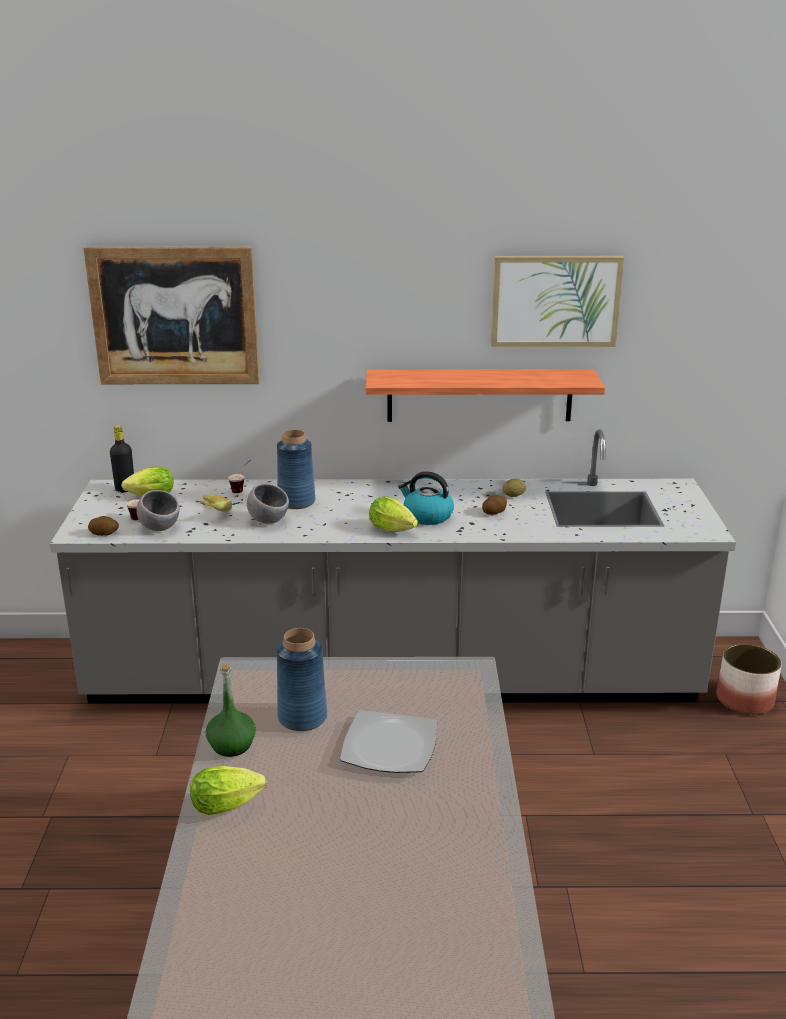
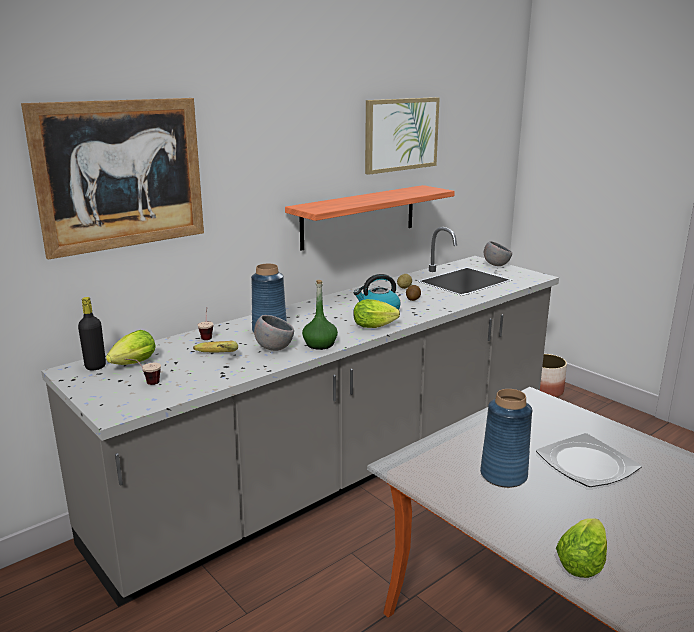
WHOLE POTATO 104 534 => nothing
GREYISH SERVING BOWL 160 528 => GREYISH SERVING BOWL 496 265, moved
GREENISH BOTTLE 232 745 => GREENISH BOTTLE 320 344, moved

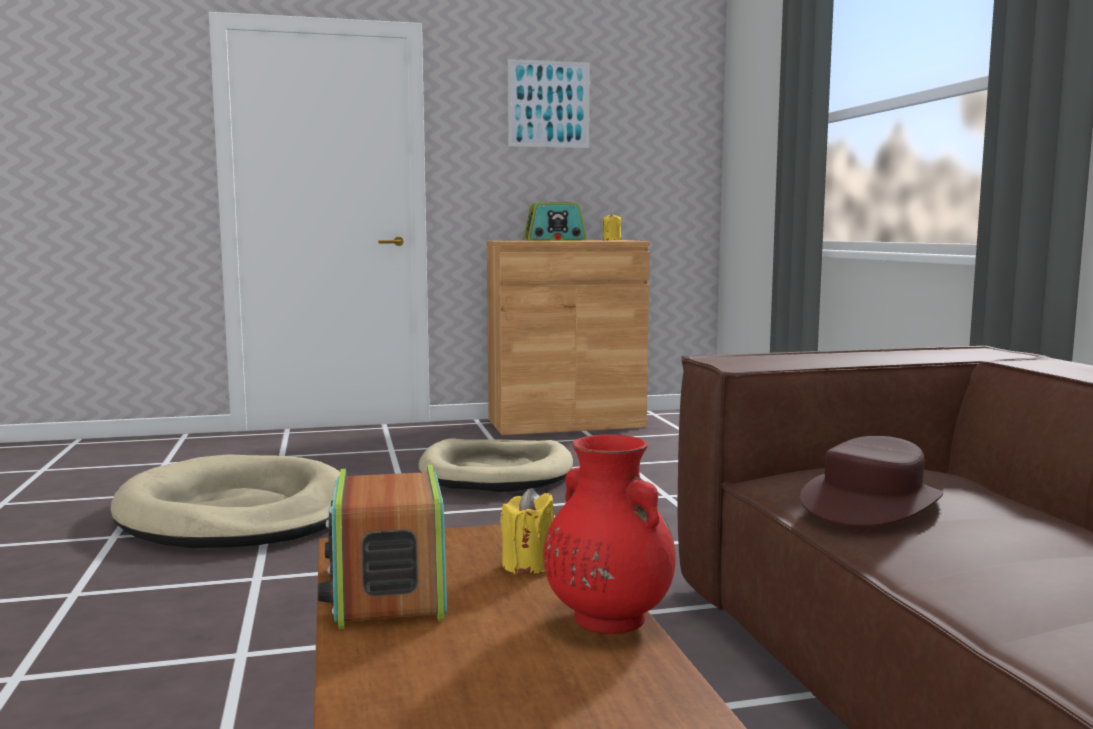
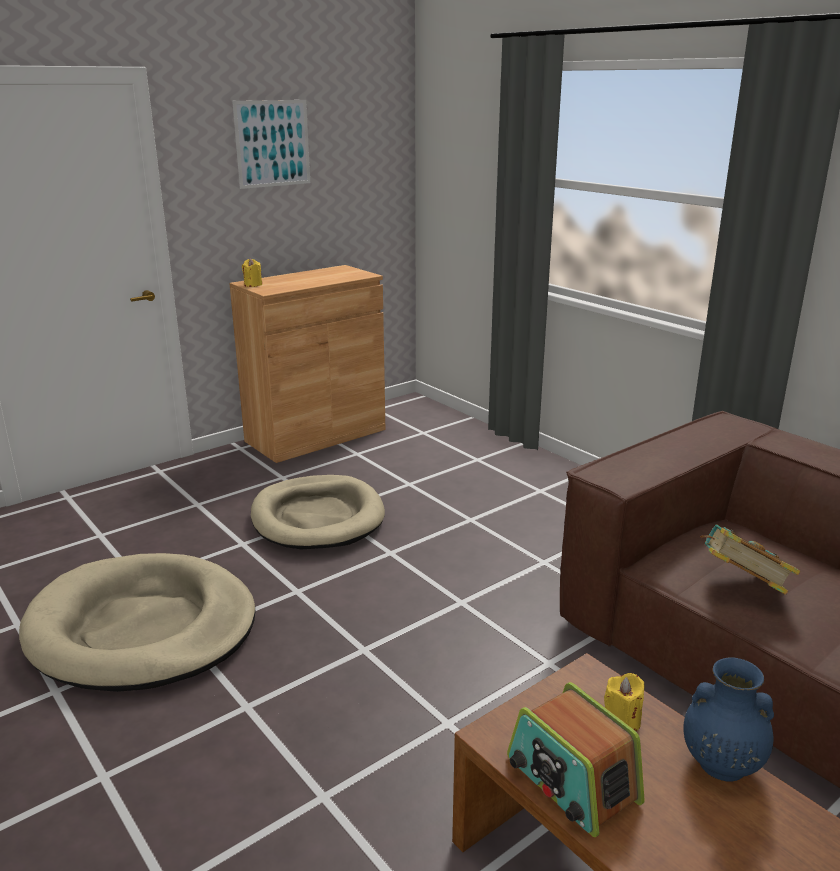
RADIO RECEIVER 554 240 => nothing
RED DECORATIVE VASE 607 617 => BLUE-COLOURED DECORATIVE VASE 720 764
YELLOW WAX LIGHT 611 240 => YELLOW WAX LIGHT 253 285, moved
BROWN-COLOURED WEARABLE HAT 872 503 => VOLUME 741 585

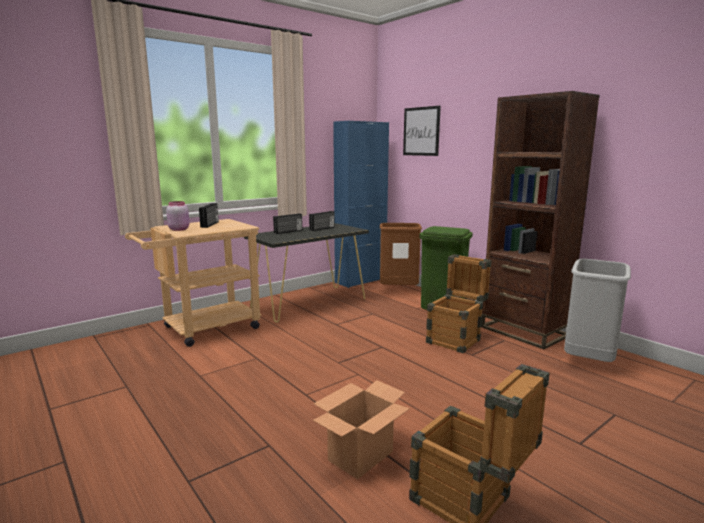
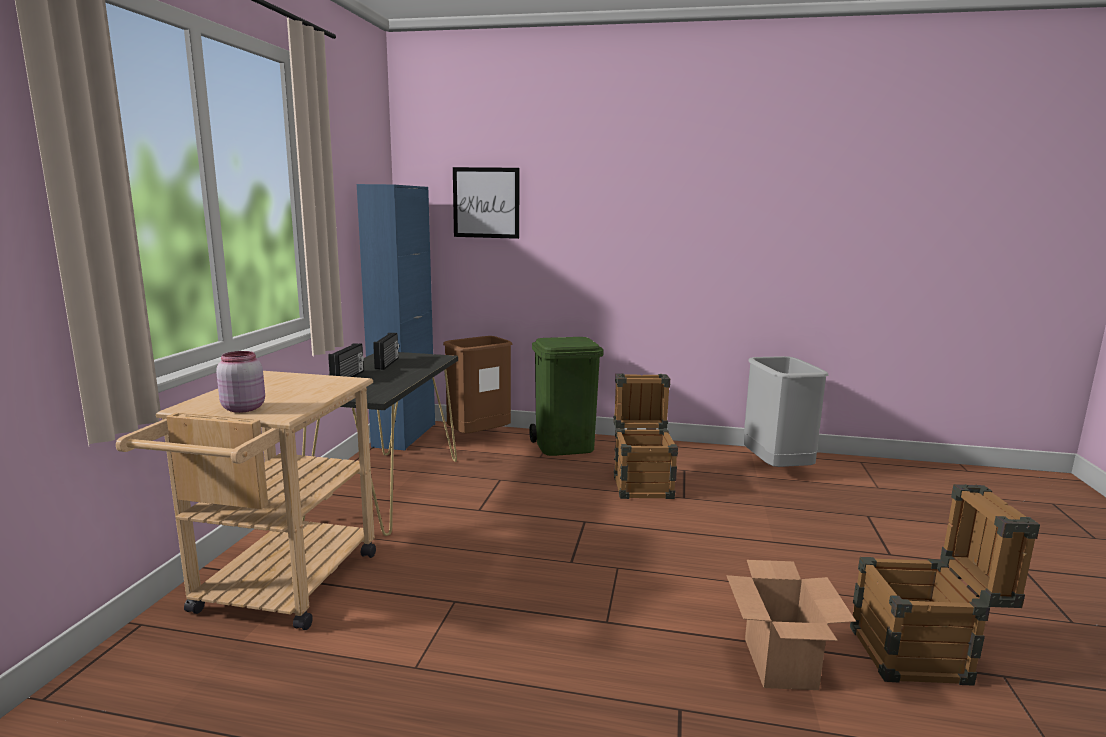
RADIO RECEIVER 210 224 => nothing
BROWN-COLOURED BOOKCASE 523 331 => nothing

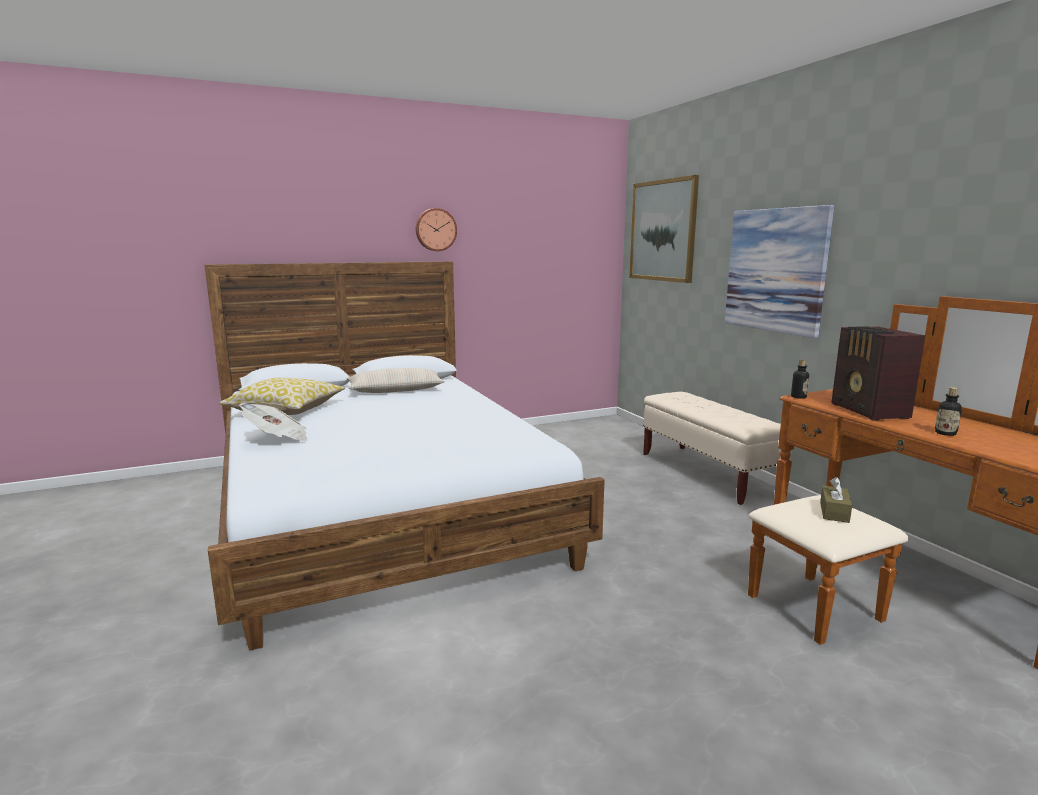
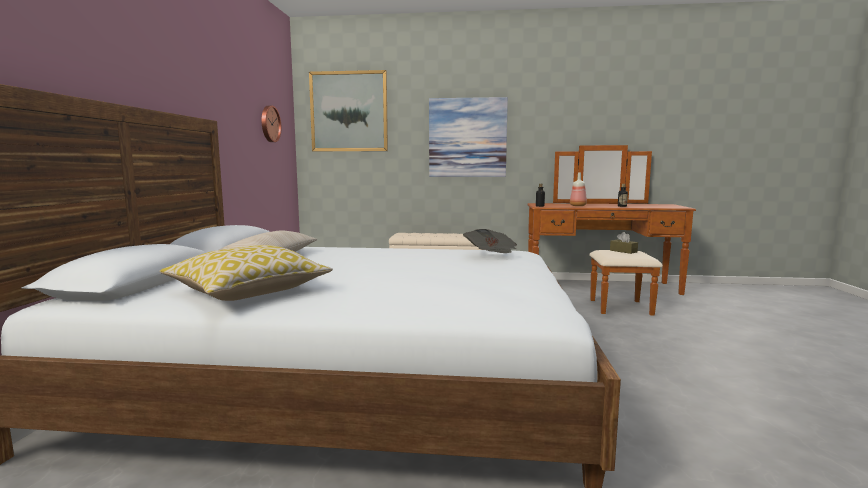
PRINTED PAPER 277 438 => PRINTED PAPER 491 257, moved
WALL CLOCK 435 229 => WALL CLOCK 269 124, moved
RADIO RECEIVER 869 411 => BOTTLE 578 206

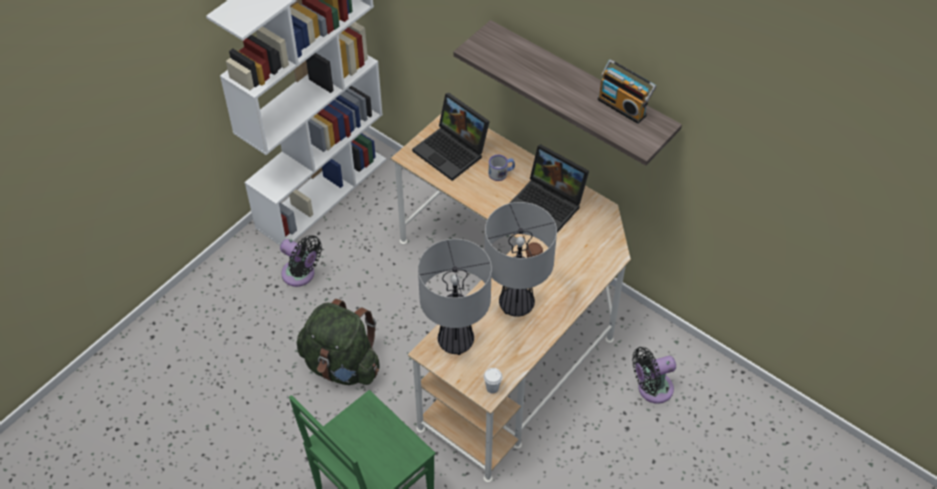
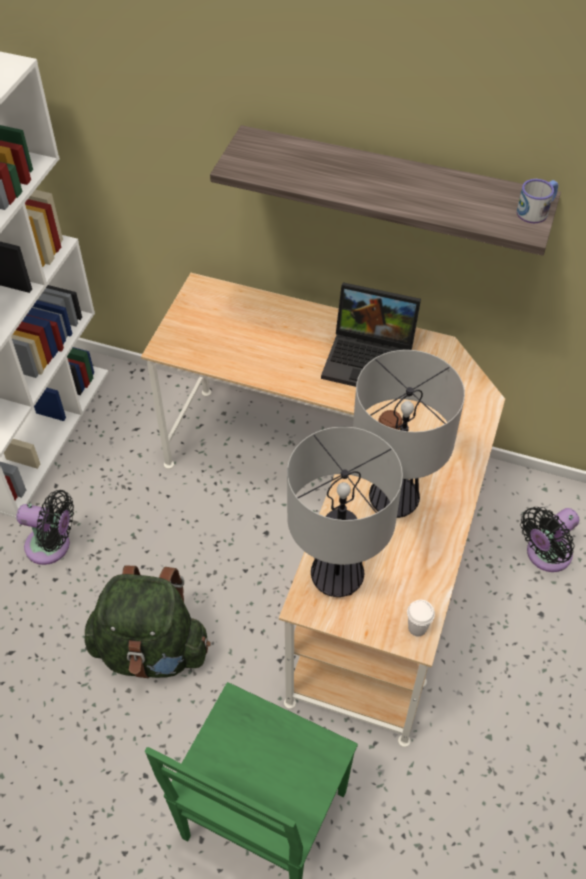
PORTABLE COMPUTER 453 151 => nothing
COFFEE MUG 501 173 => COFFEE MUG 536 210, moved
RADIO RECEIVER 623 106 => nothing

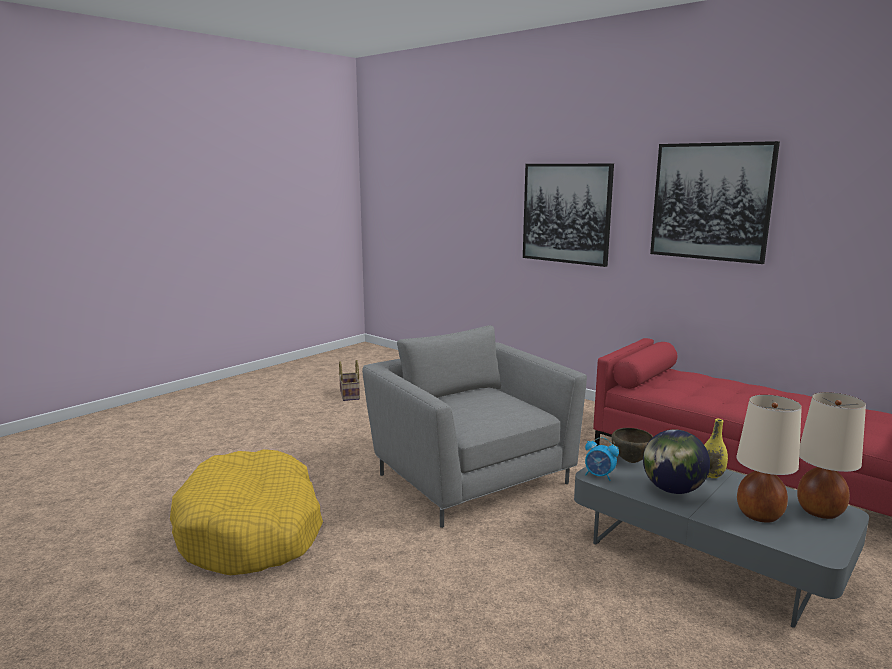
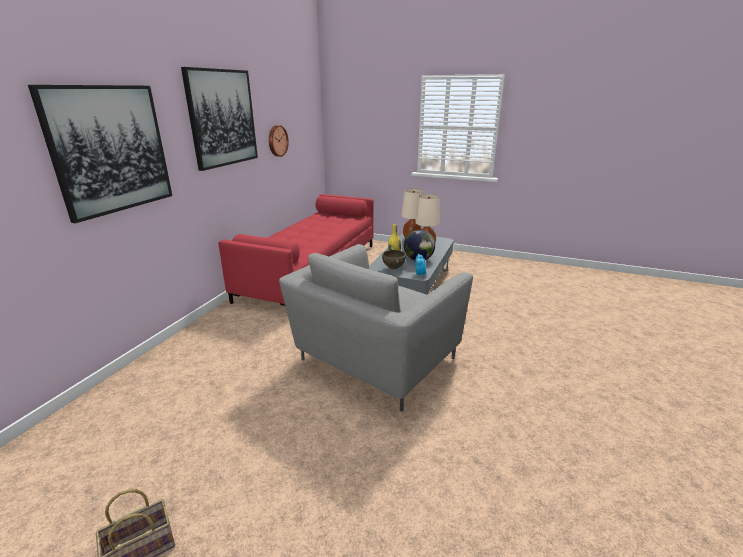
YELLOW PET BED 251 530 => nothing
nothing => WALL CLOCK 277 141

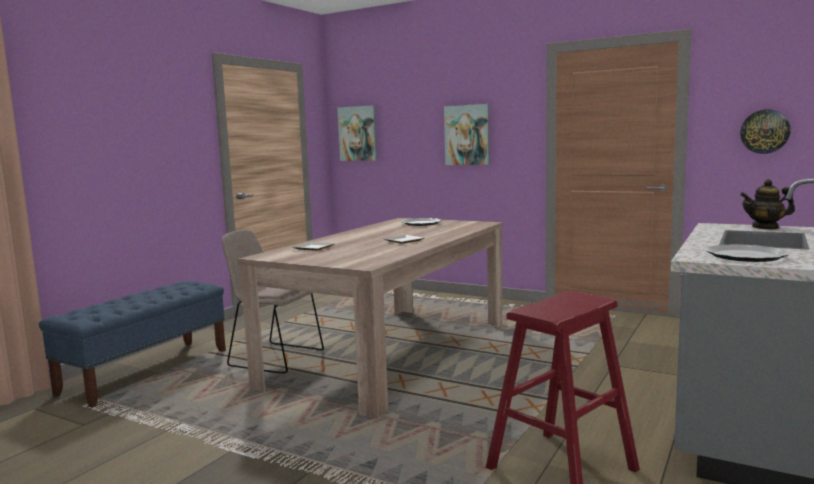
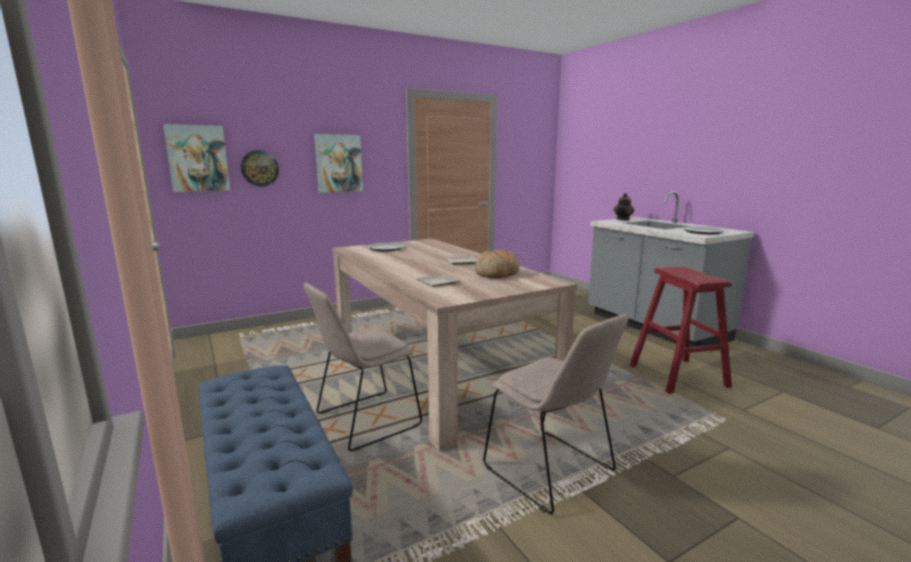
WALL CLOCK 764 131 => WALL CLOCK 259 168, moved
nothing => BAKED BREAD 497 274
nothing => BEIGE PLAIN CHAIR 551 471

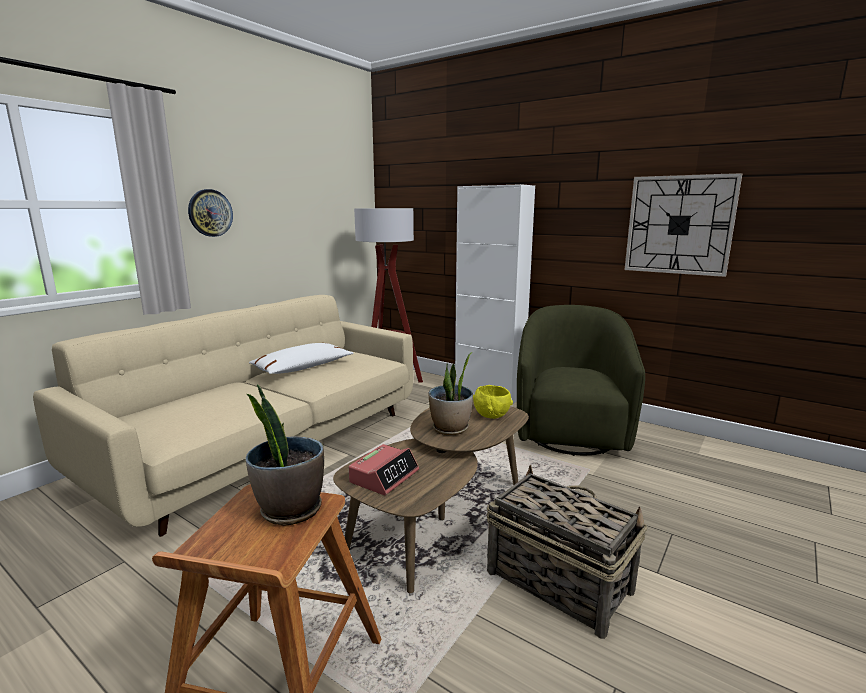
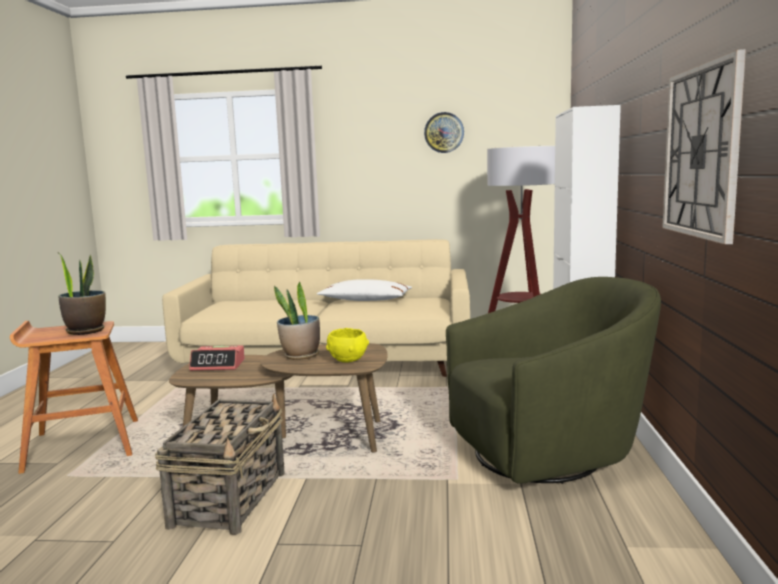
WALL CLOCK 210 213 => WALL CLOCK 444 132, moved

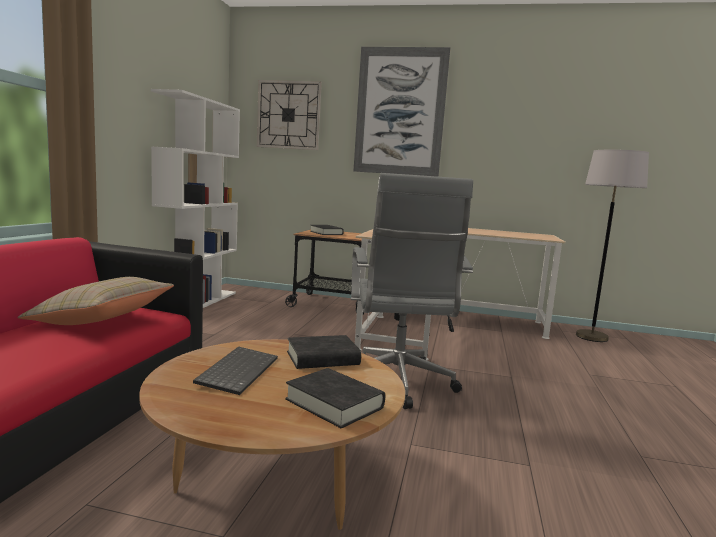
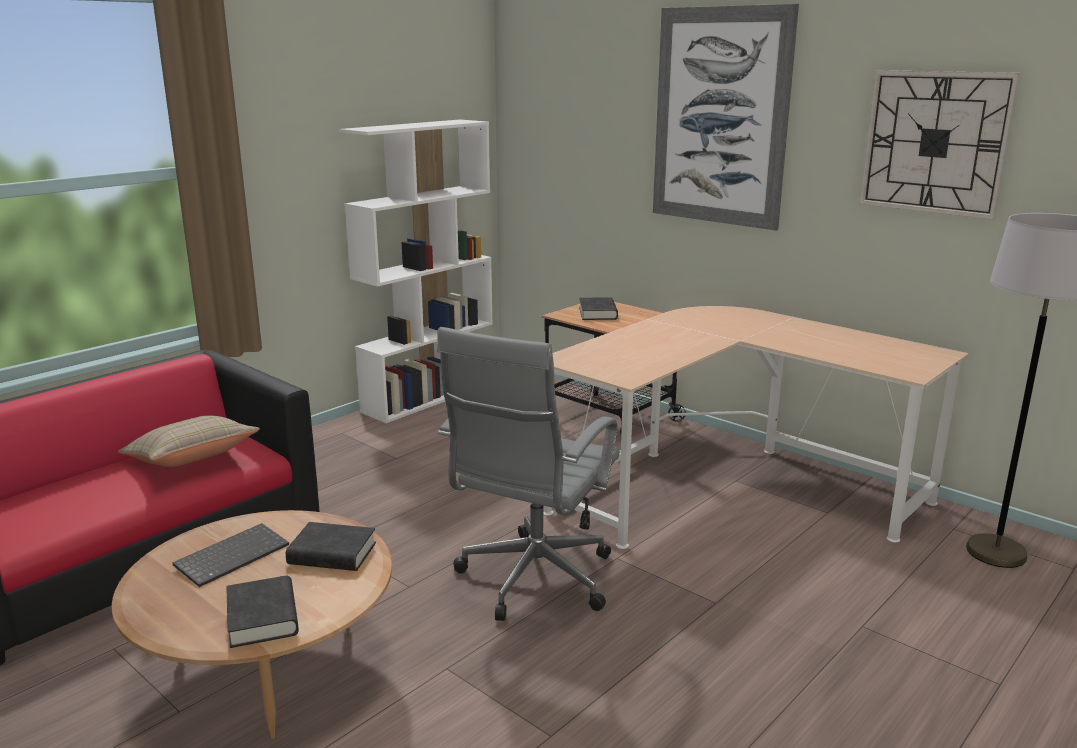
WALL CLOCK 288 115 => WALL CLOCK 935 142, moved

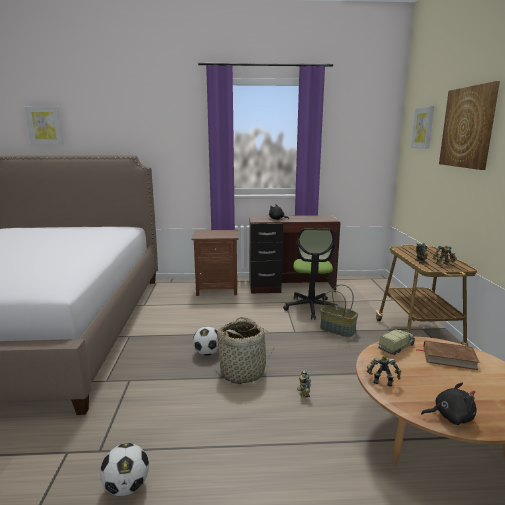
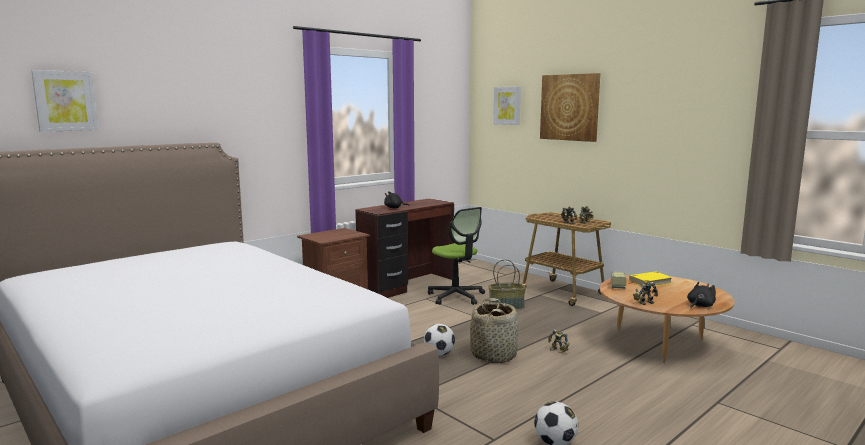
BROWN-COLOURED VOLUME 448 357 => YELLOW VOLUME 649 282

